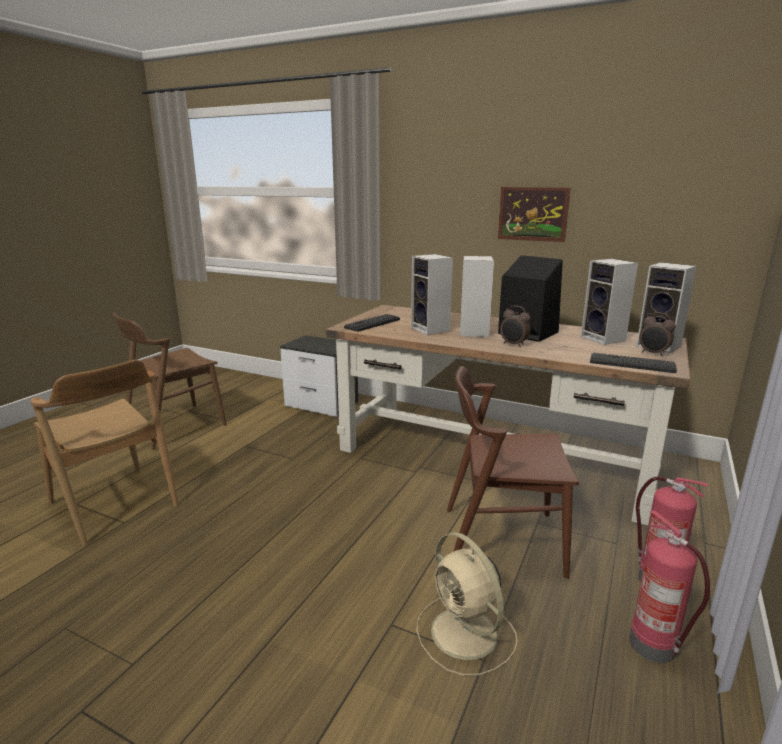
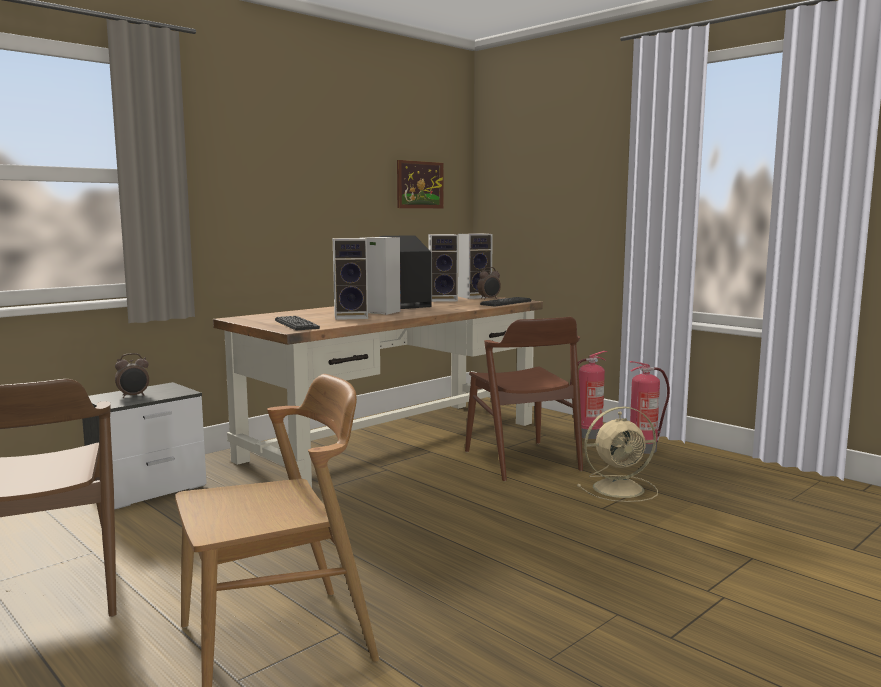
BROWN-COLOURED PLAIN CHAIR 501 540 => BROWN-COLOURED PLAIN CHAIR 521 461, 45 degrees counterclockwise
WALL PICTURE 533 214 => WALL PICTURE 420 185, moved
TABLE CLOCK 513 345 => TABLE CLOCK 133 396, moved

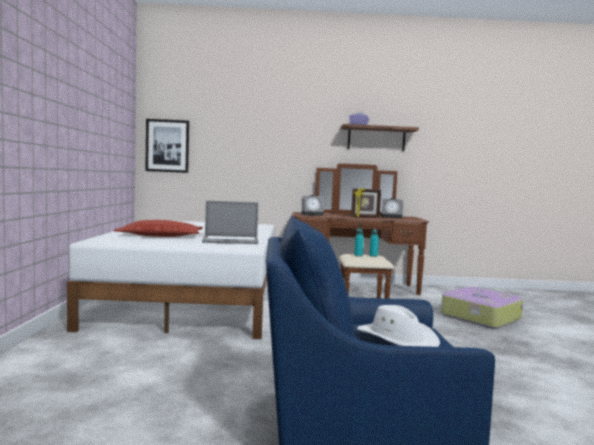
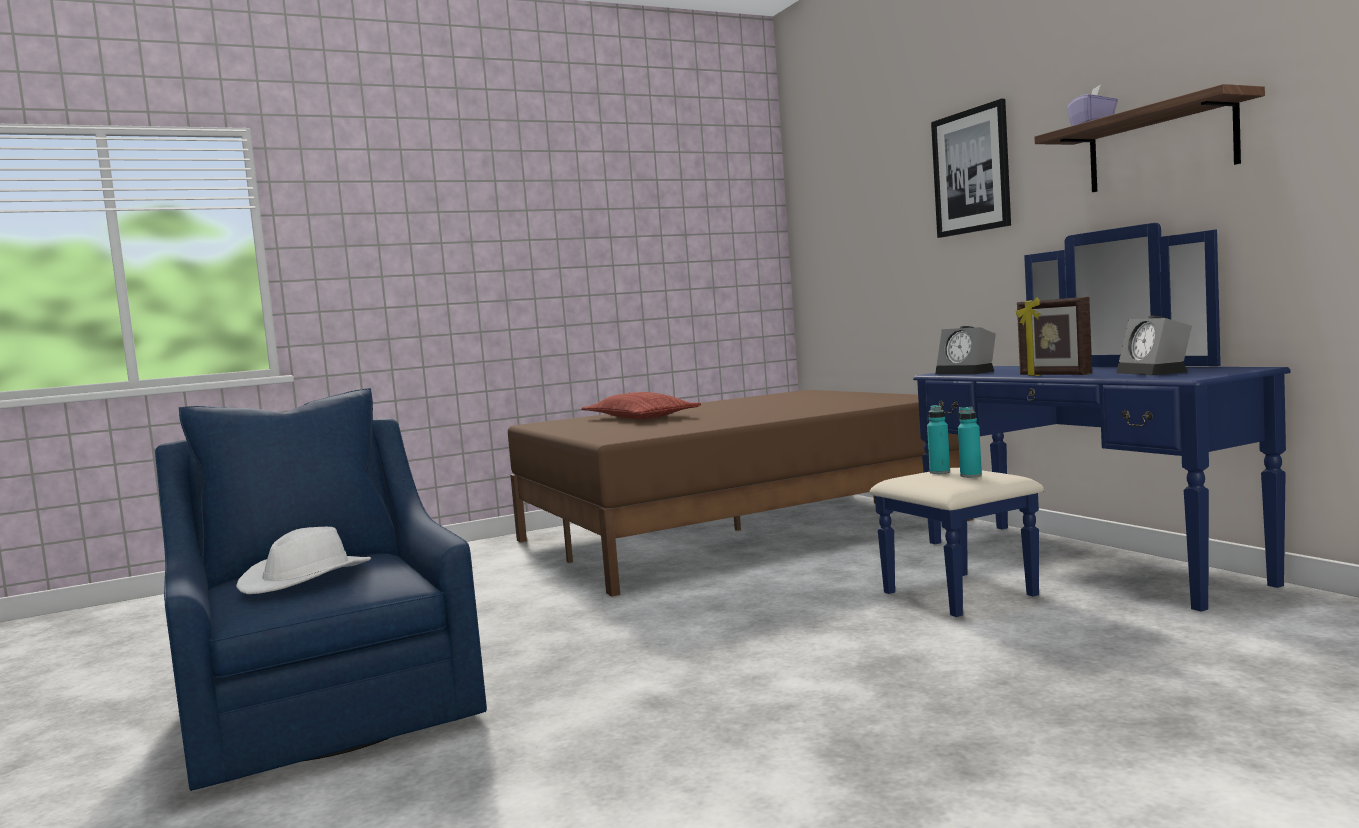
WHITE-COLOURED BED 194 299 => BROWN-COLOURED BED 736 530
WALL PICTURE 167 146 => WALL PICTURE 971 171, moved
PORTABLE COMPUTER 230 241 => nothing
BROWN-COLOURED DRESSER 356 291 => BLUE-COLOURED DRESSER 1057 569
PIECE OF LUGGAGE 479 317 => nothing

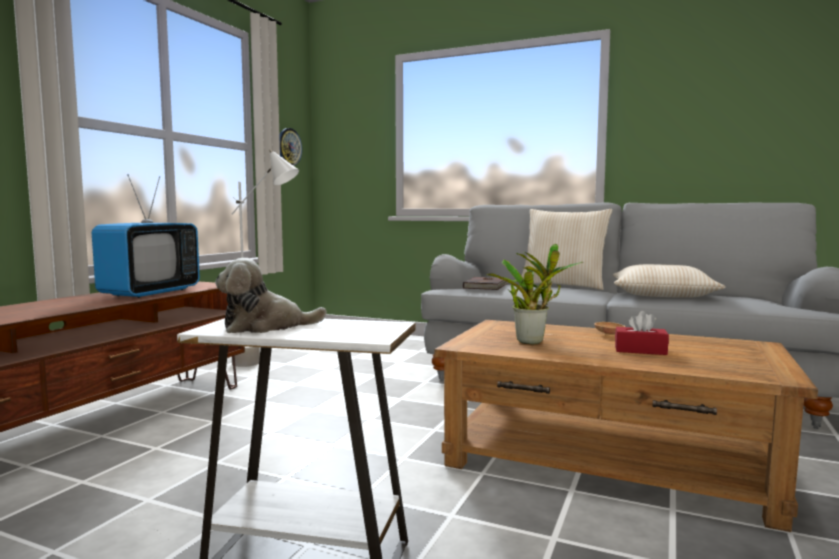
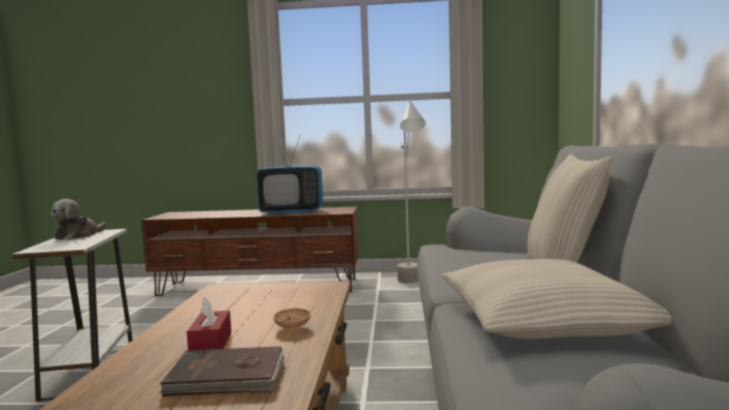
CUDDLY TOY 265 327 => CUDDLY TOY 79 236, 120 degrees counterclockwise
WALL CLOCK 289 147 => nothing
BROWN-COLOURED VOLUME 486 286 => BROWN-COLOURED VOLUME 227 377, moved
POTTED PLANT 533 341 => nothing

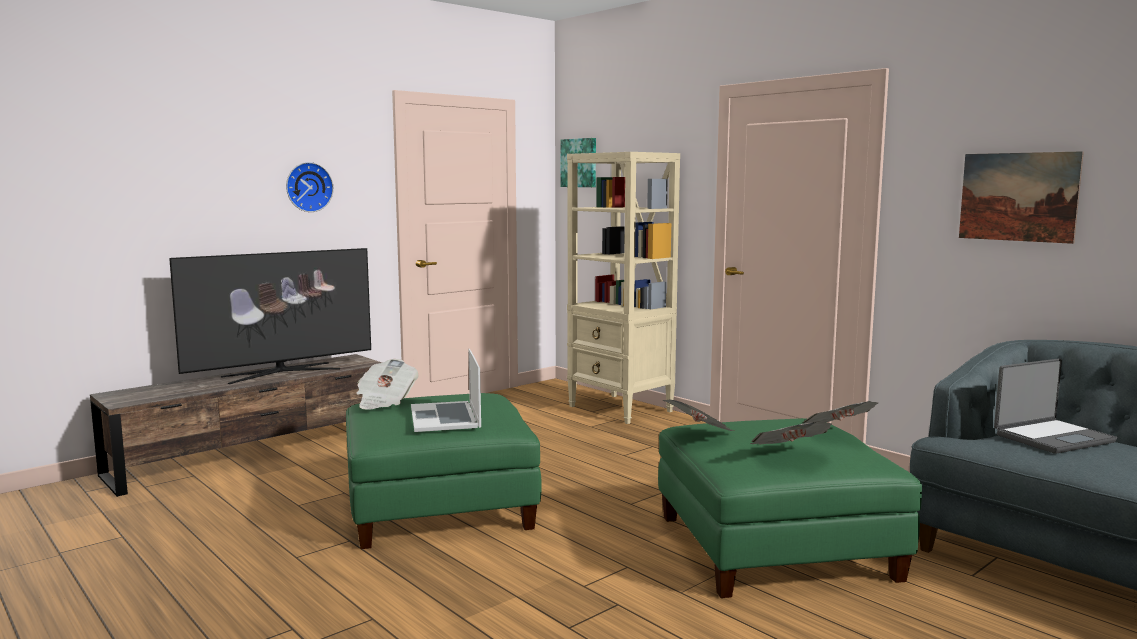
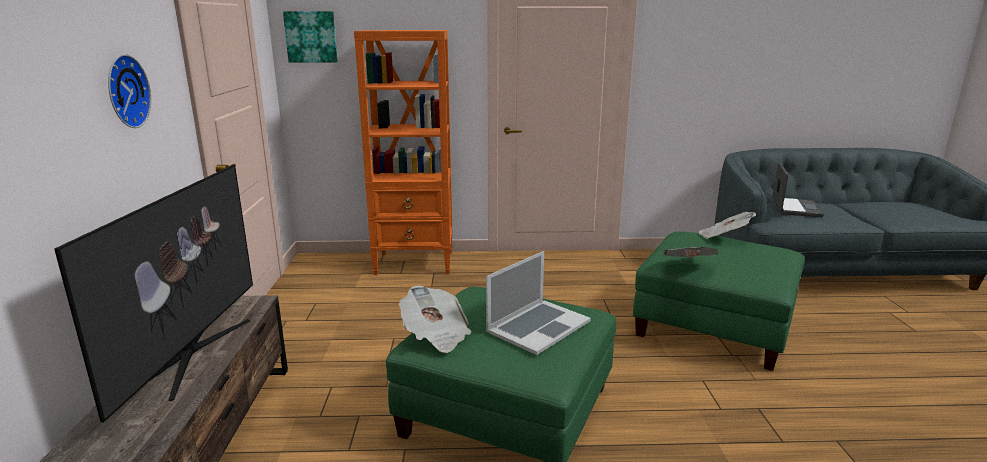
PORTABLE COMPUTER 445 417 => PORTABLE COMPUTER 538 326, 75 degrees counterclockwise
BEIGE BOOKCASE 620 409 => ORANGE-COLOURED BOOKCASE 415 263
PRINTED PAPER 788 455 => nothing
WALL PICTURE 1018 197 => nothing

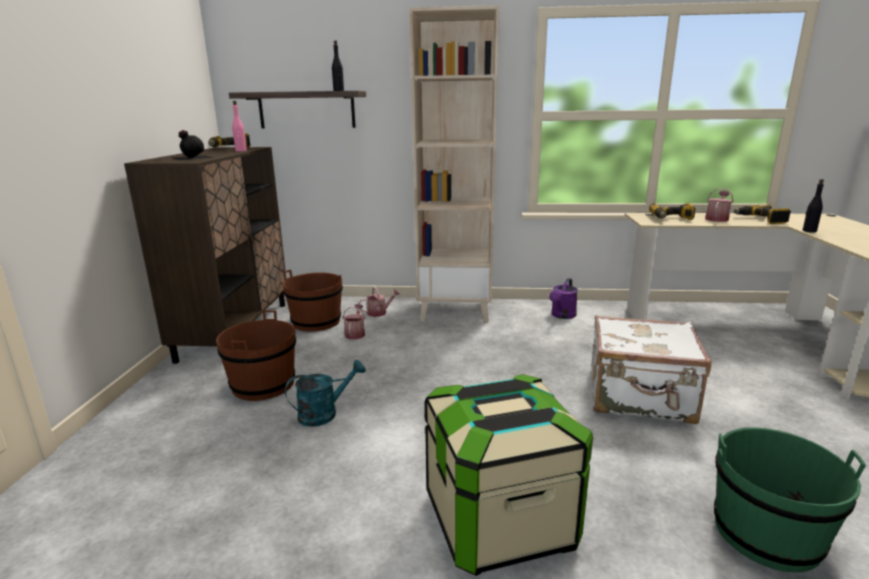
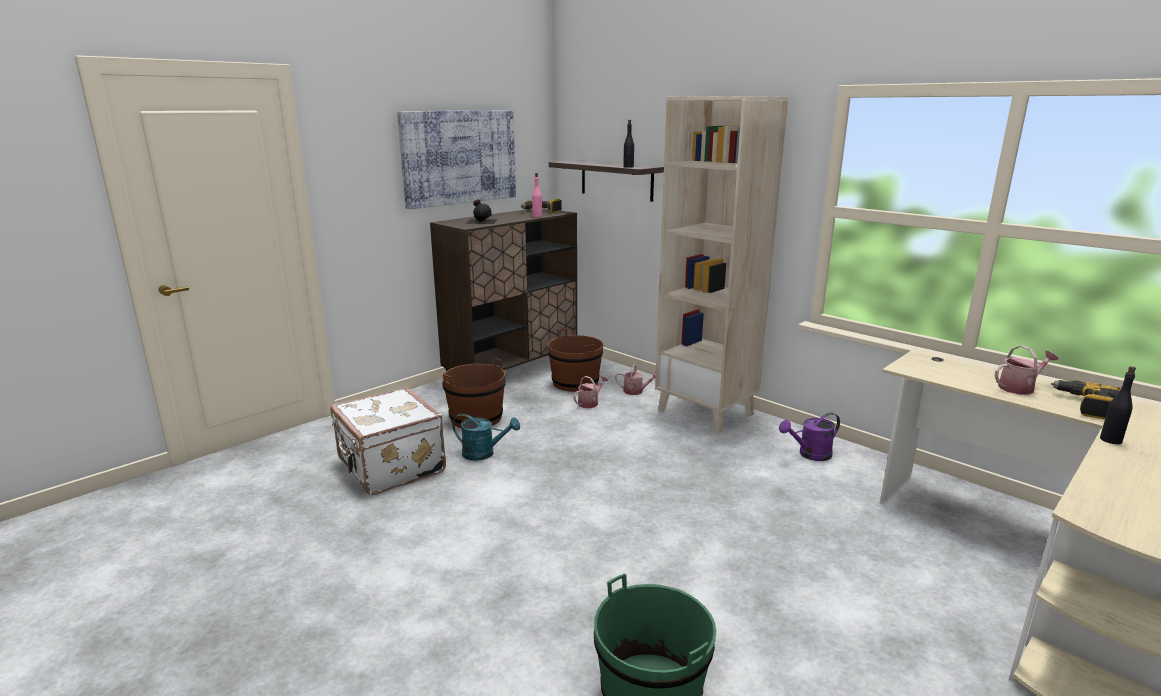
STORAGE CONTAINER 499 521 => nothing
WHITE-COLOURED PIECE OF LUGGAGE 640 398 => WHITE-COLOURED PIECE OF LUGGAGE 389 467, moved
DRILL 671 218 => nothing
nothing => WALL PICTURE 458 157

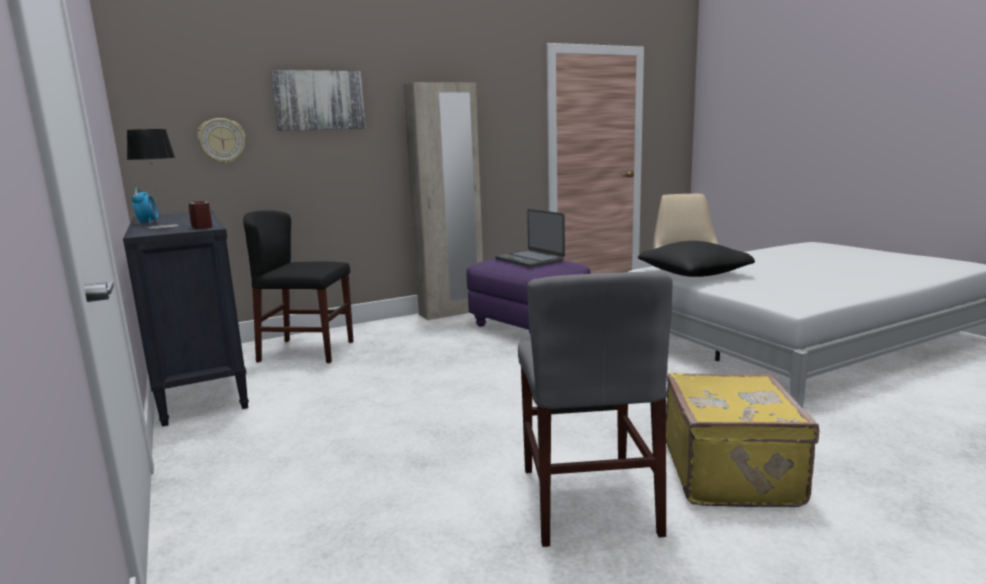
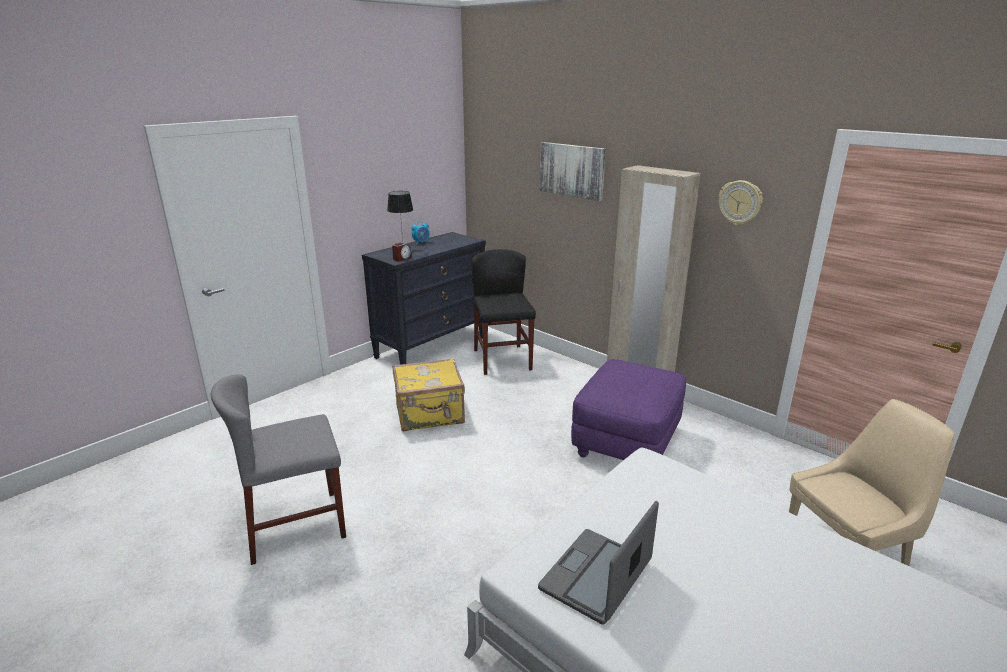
WALL CLOCK 222 141 => WALL CLOCK 740 202, moved
PORTABLE COMPUTER 530 260 => PORTABLE COMPUTER 596 576, moved
BLACKISH PILLOW 694 274 => nothing
YELLOW PIECE OF LUGGAGE 732 473 => YELLOW PIECE OF LUGGAGE 430 415, moved

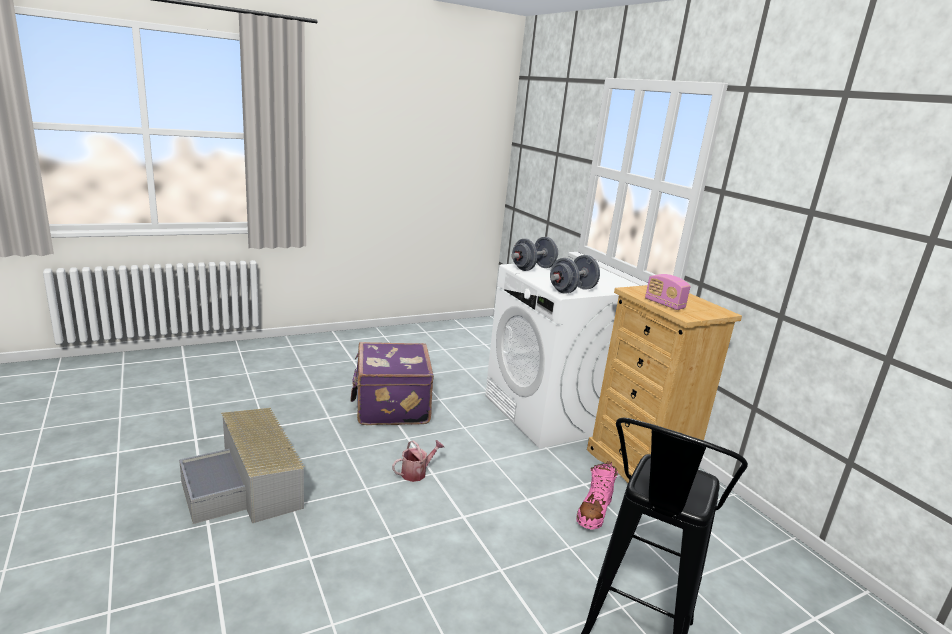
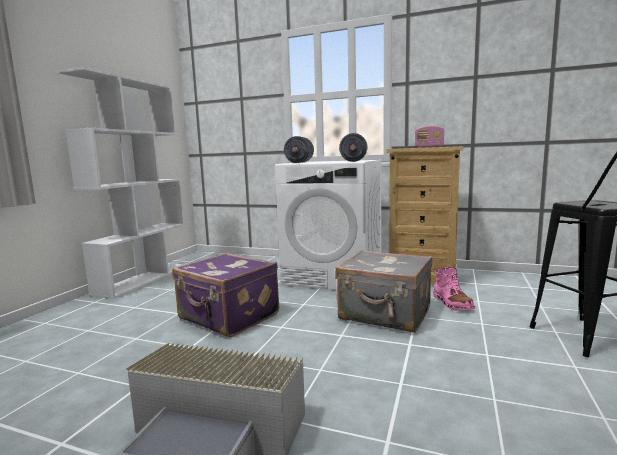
SPRINKLING CAN 417 472 => nothing
nothing => WHITE-COLOURED BOOKCASE 144 279
nothing => GREYISH PIECE OF LUGGAGE 385 315

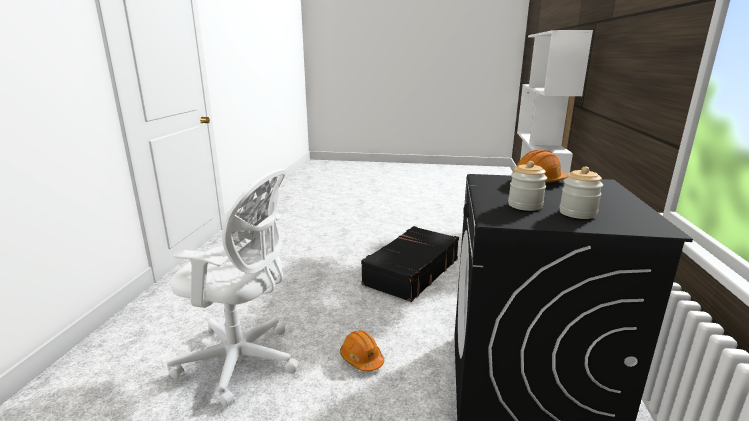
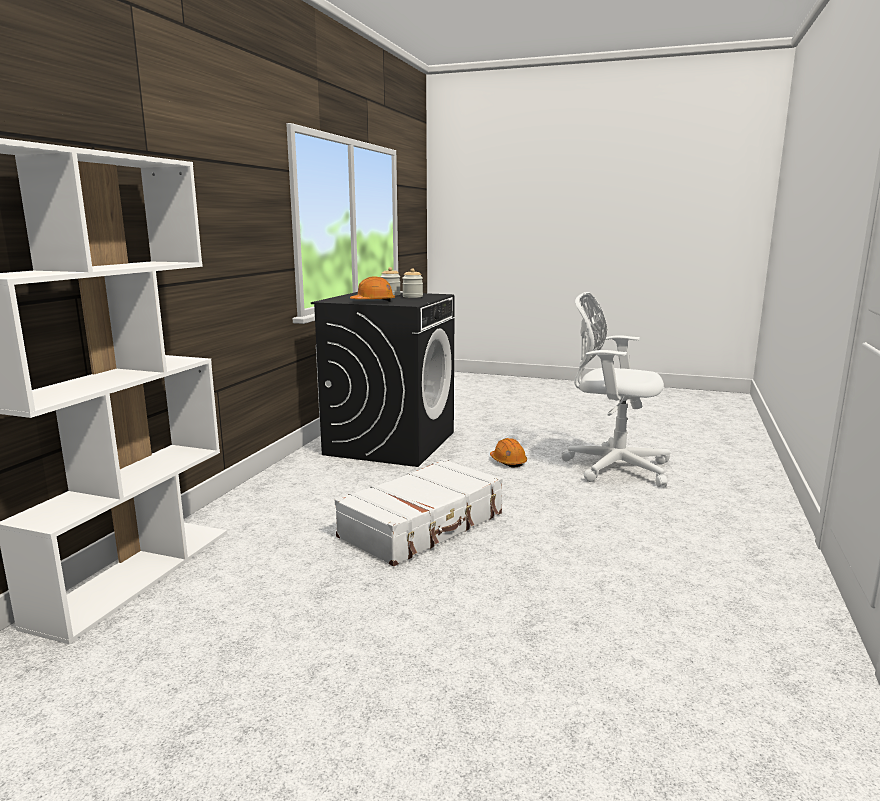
BLACKISH PIECE OF LUGGAGE 411 272 => WHITE-COLOURED PIECE OF LUGGAGE 423 526

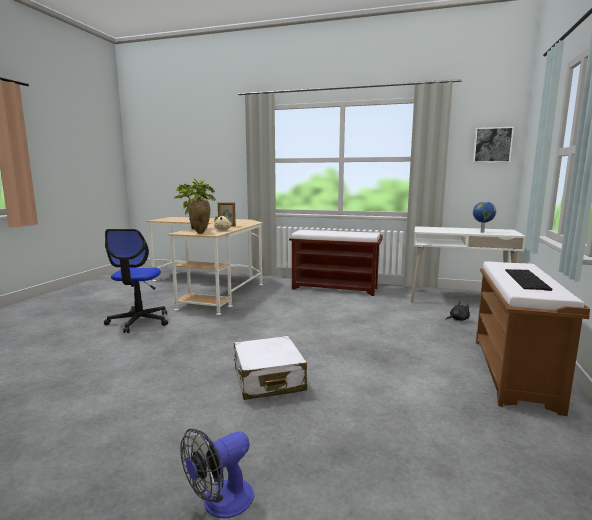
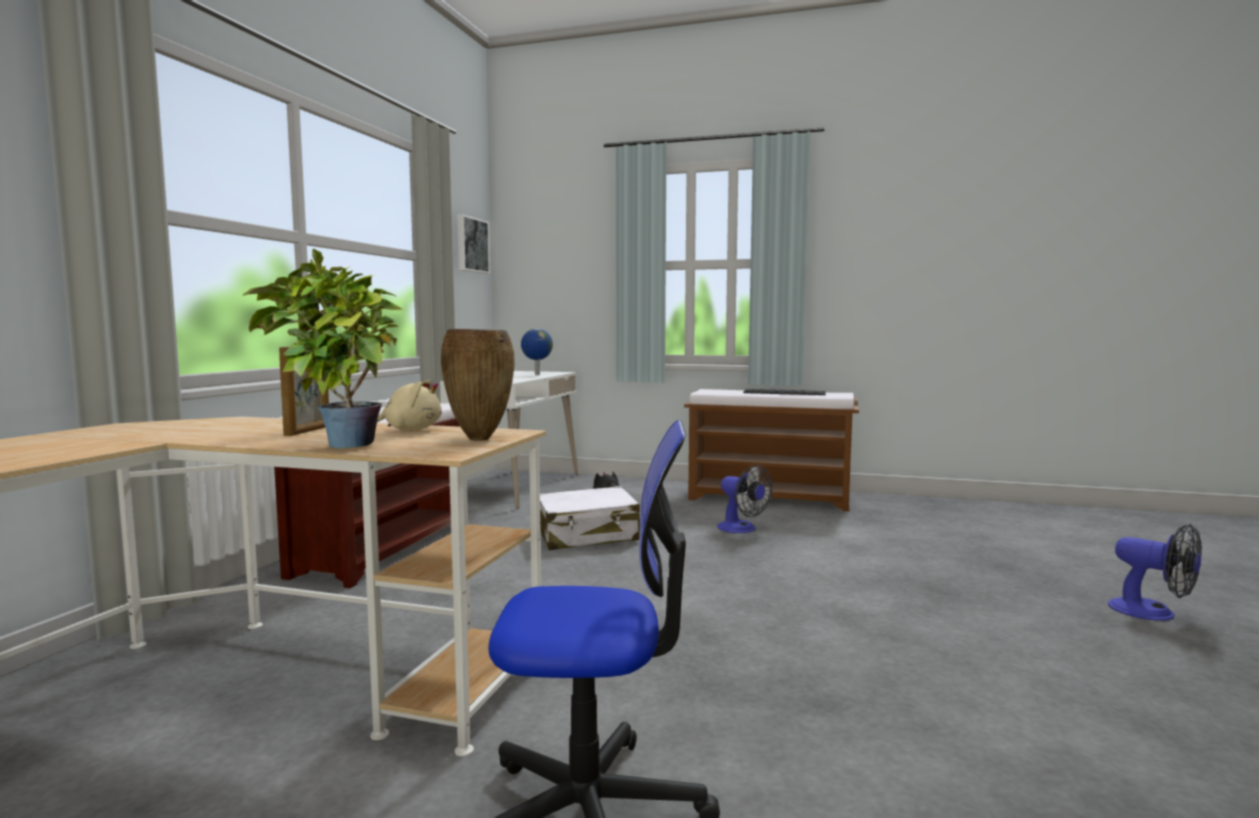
WHITE-COLOURED PIECE OF LUGGAGE 268 379 => WHITE-COLOURED PIECE OF LUGGAGE 587 535, moved
nothing => FAN 742 529

